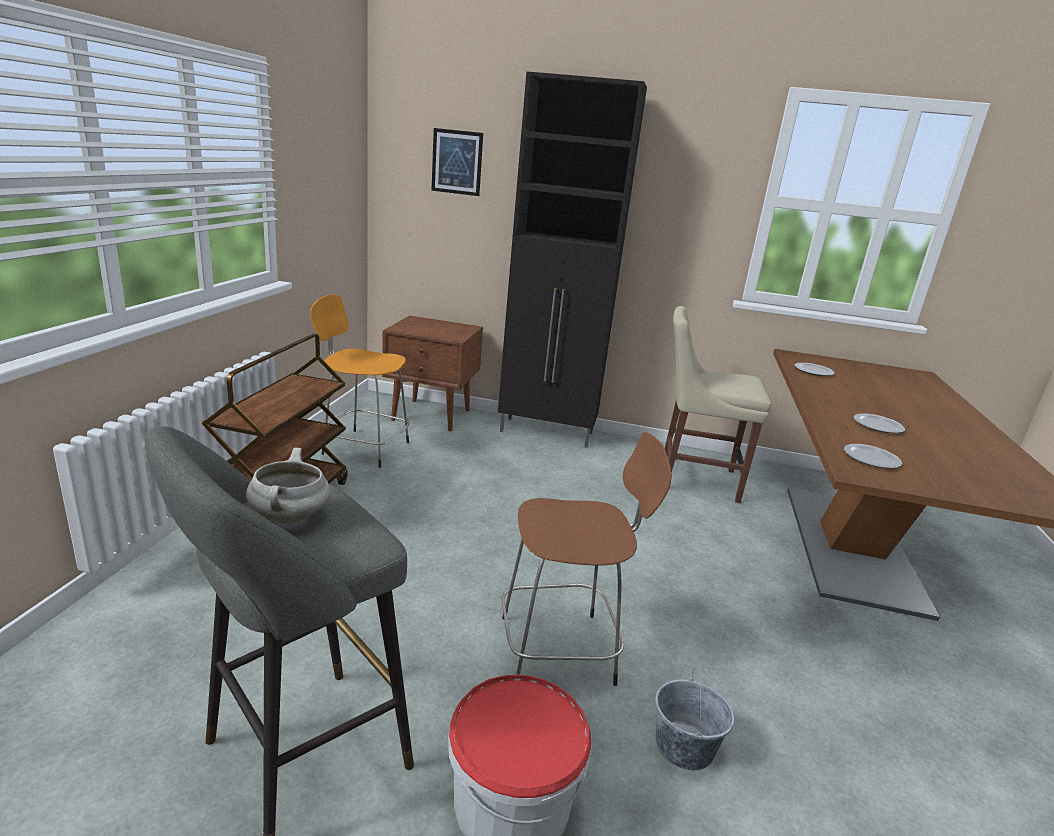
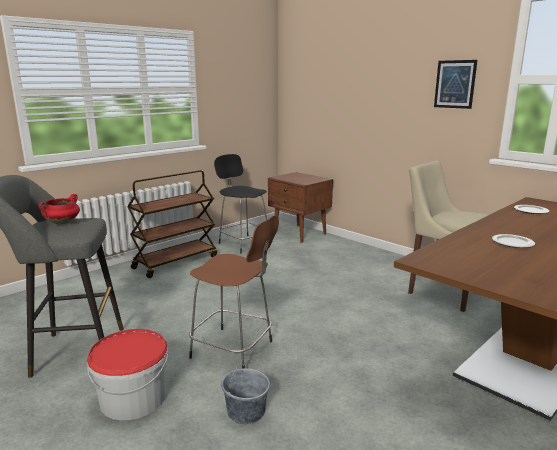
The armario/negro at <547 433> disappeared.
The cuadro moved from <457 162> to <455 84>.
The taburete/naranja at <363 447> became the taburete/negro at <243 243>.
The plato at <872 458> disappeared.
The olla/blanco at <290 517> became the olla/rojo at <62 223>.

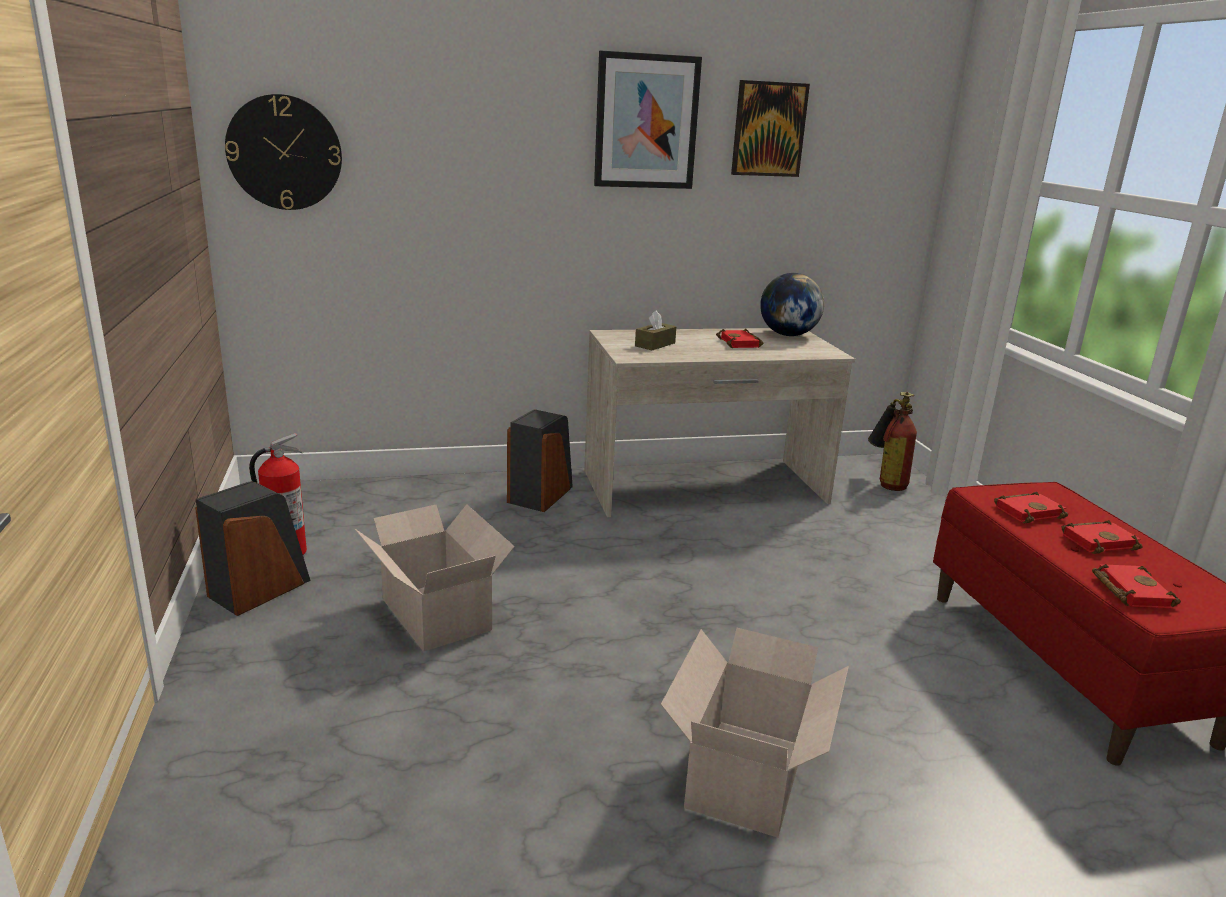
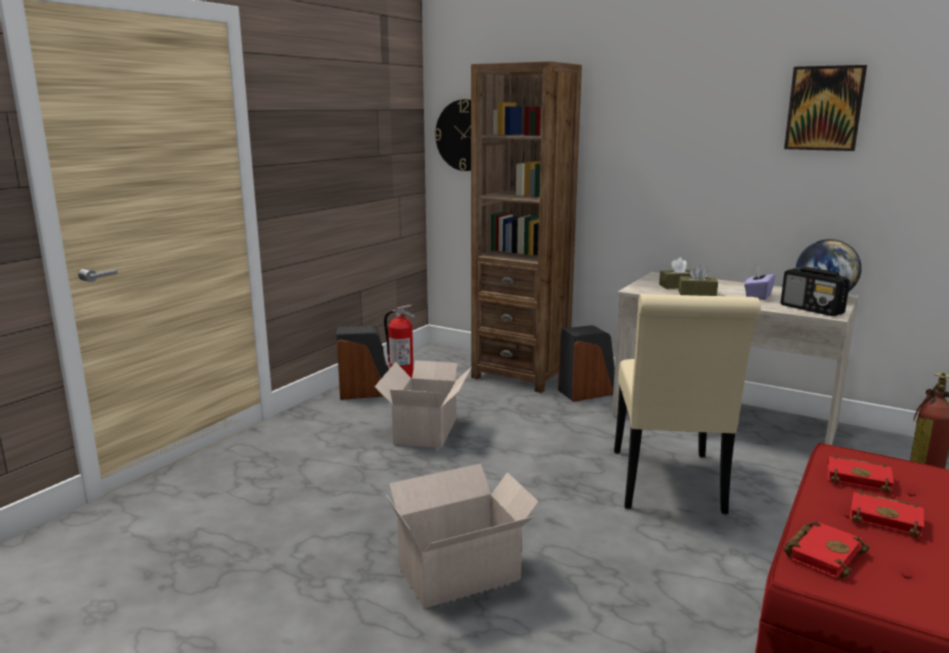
The cuadro at <646 122> disappeared.
The libro/rojo at <741 343> was replaced by the caja de pañuelos/morado at <758 296>.
The estantería/marrón at <521 375> appeared.
The caja de pañuelos/marrón at <697 293> appeared.
The radio at <812 309> appeared.
The silla/beis at <668 486> appeared.

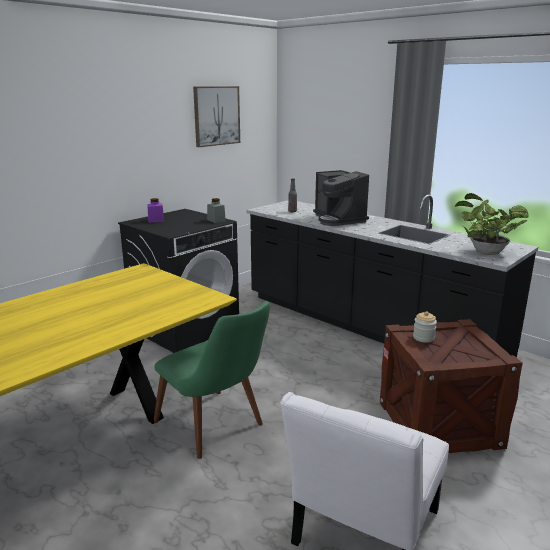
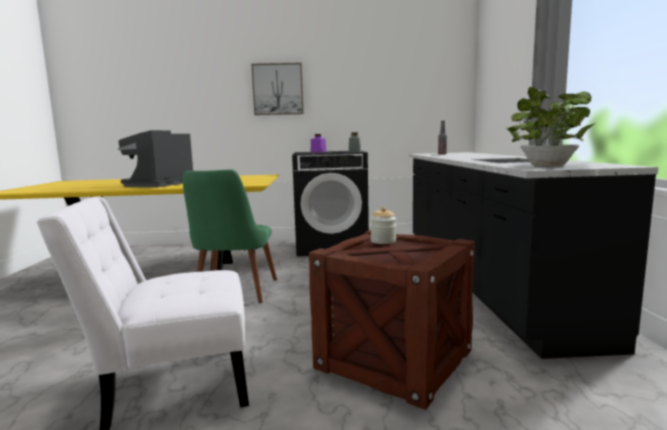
The cuadro moved from <216 116> to <278 89>.
The cafetera moved from <338 219> to <159 185>.

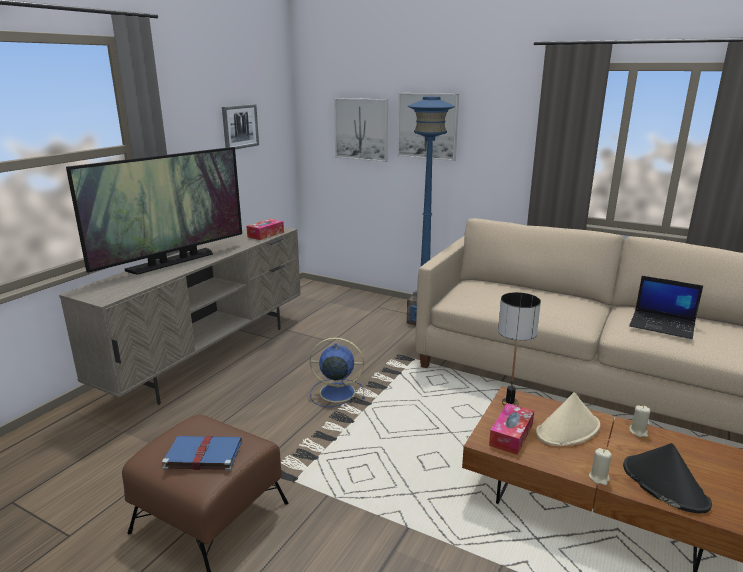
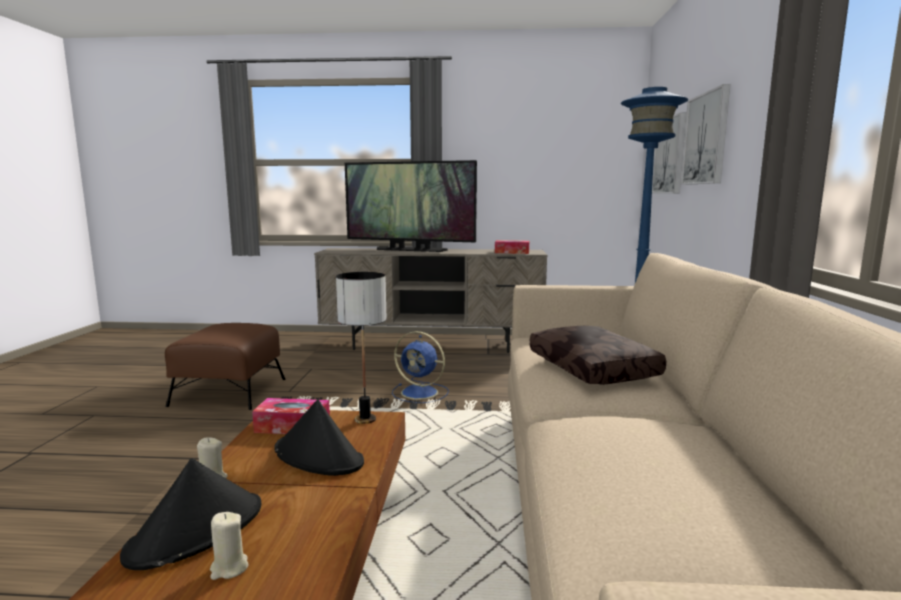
The cuadro at <240 126> disappeared.
The portátil at <663 325> disappeared.
The ventilador/azul at <335 392> turned 135 degrees clockwise.
The sombrero/beis at <568 430> became the sombrero/negro at <319 456>.
The vela/beis moved from <638 432> to <229 568>.
The libro/azul at <202 455> disappeared.
The cojín/marrón at <594 368> appeared.

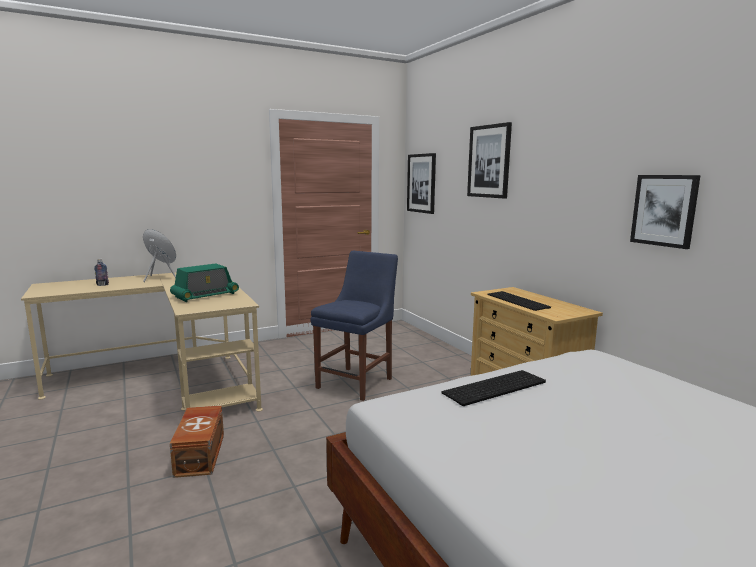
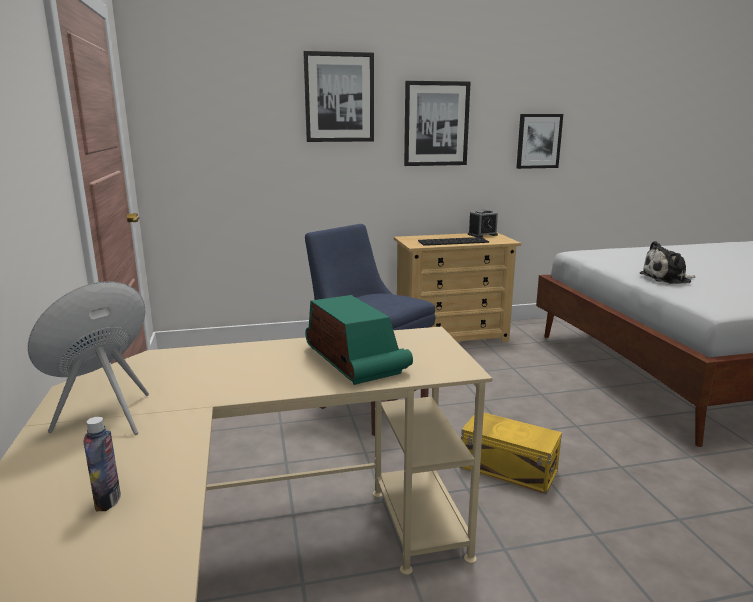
The cuadro moved from <421 183> to <436 124>.
The teclado at <495 388> was replaced by the peluche at <668 279>.
The caja de almacenaje/marrón at <201 454> disappeared.
The despertador at <482 235> appeared.
The caja de almacenaje/amarillo at <507 468> appeared.

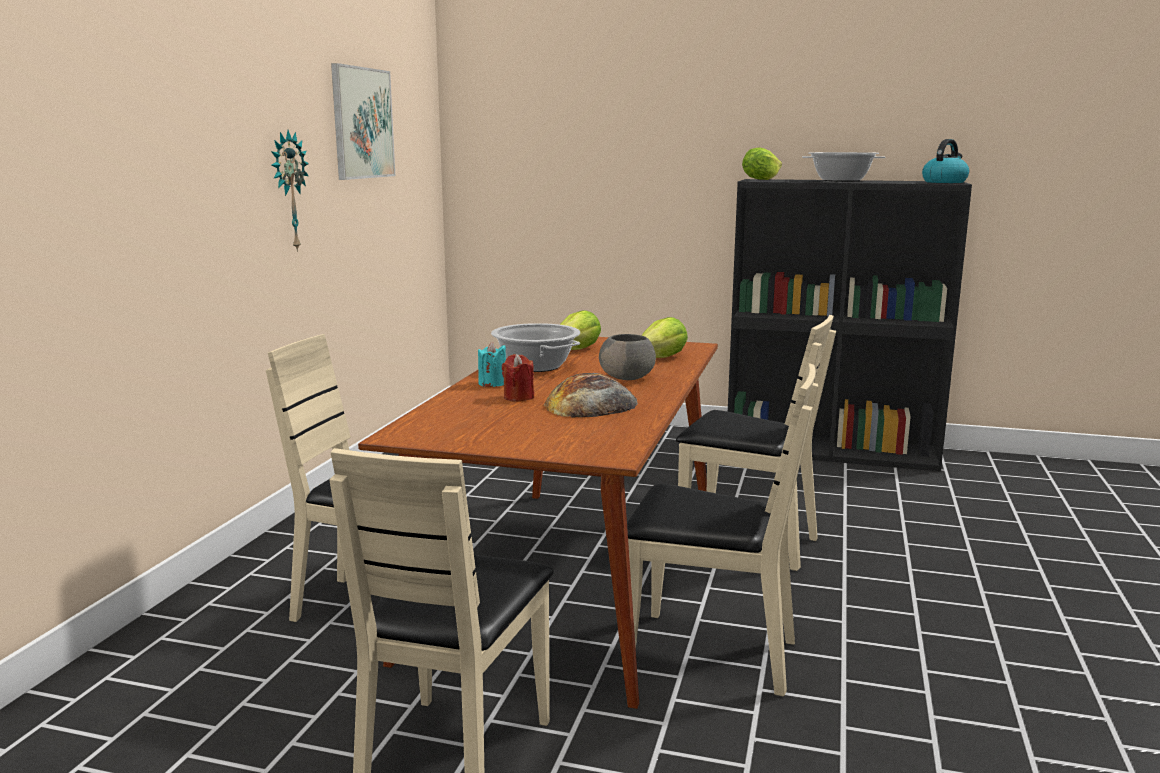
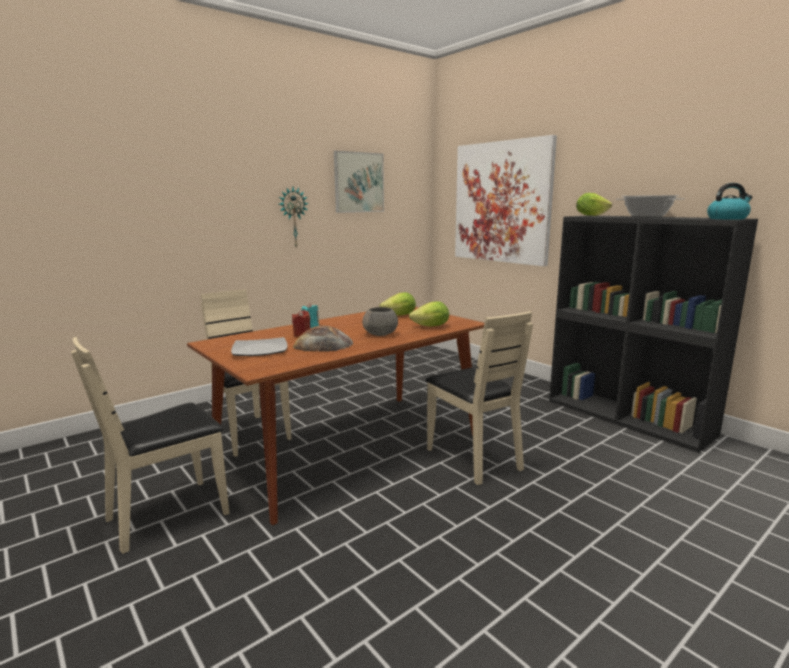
The olla at <535 366> disappeared.
The silla/beis at <709 654> disappeared.
The cuadro at <502 202> appeared.
The plato at <259 350> appeared.

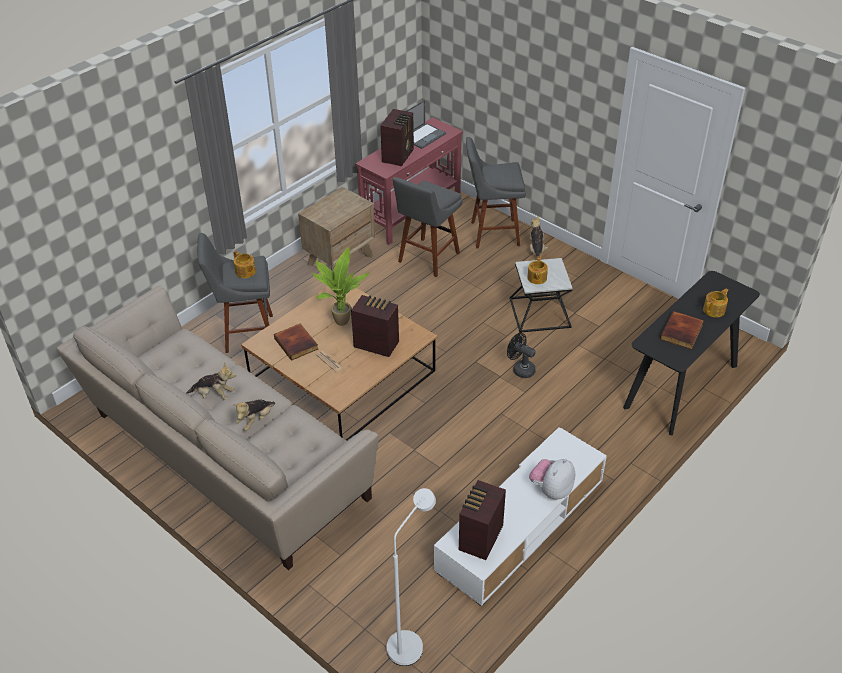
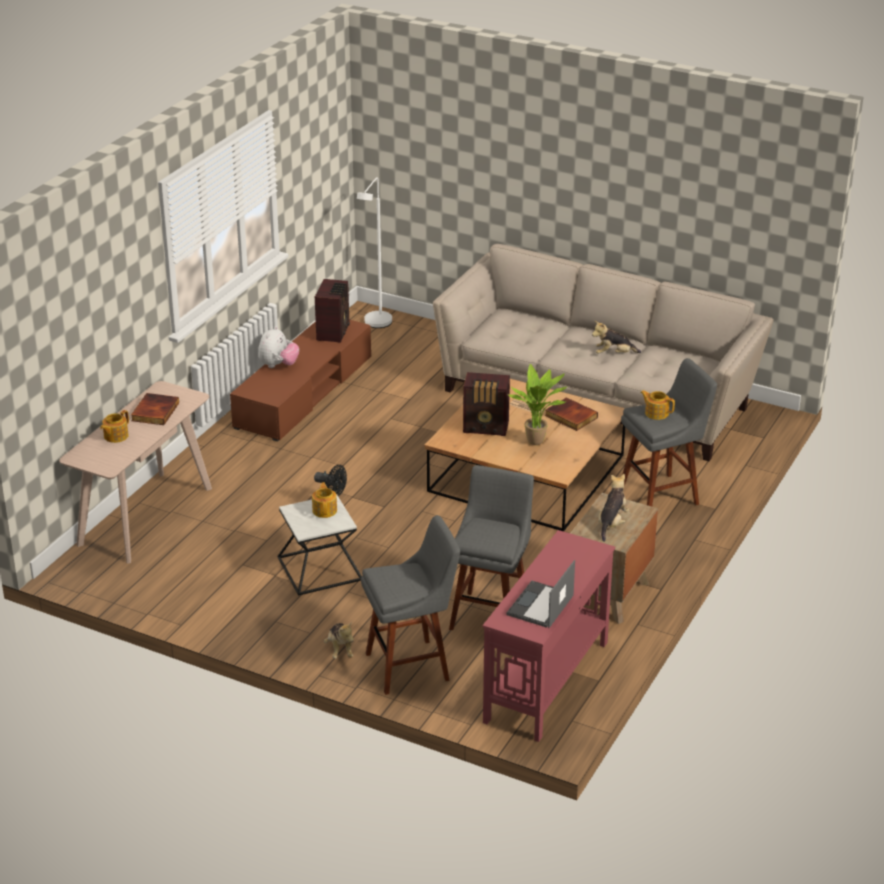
The radio at <399 155> disappeared.
The mesa consola/negro at <681 387> became the mesa consola/beis at <145 516>.
The peluche moved from <256 420> to <612 523>.
The mueble de televisión/blanco at <521 525> became the mueble de televisión/marrón at <304 392>.

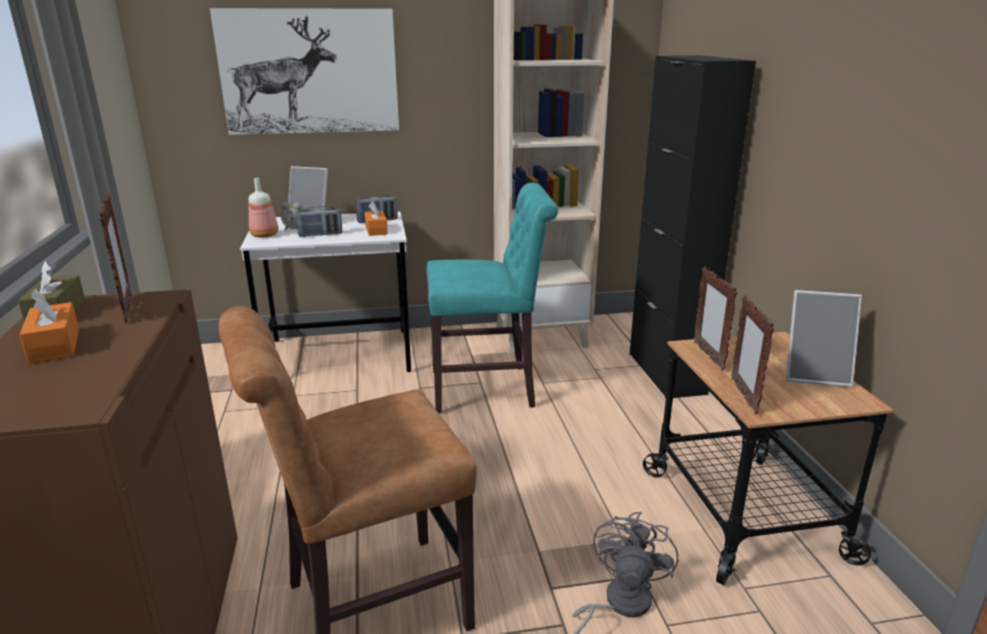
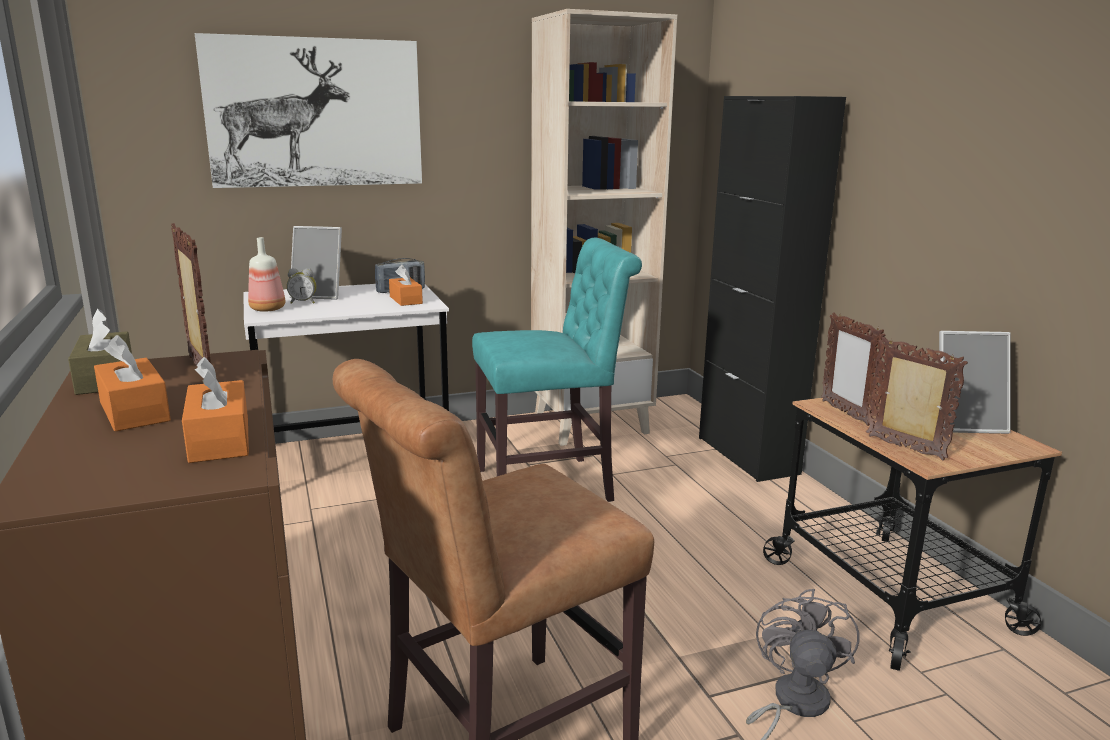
The radio at <320 235> disappeared.
The portarretratos at <744 396> turned 150 degrees clockwise.
The caja de pañuelos/naranja at <219 439> appeared.

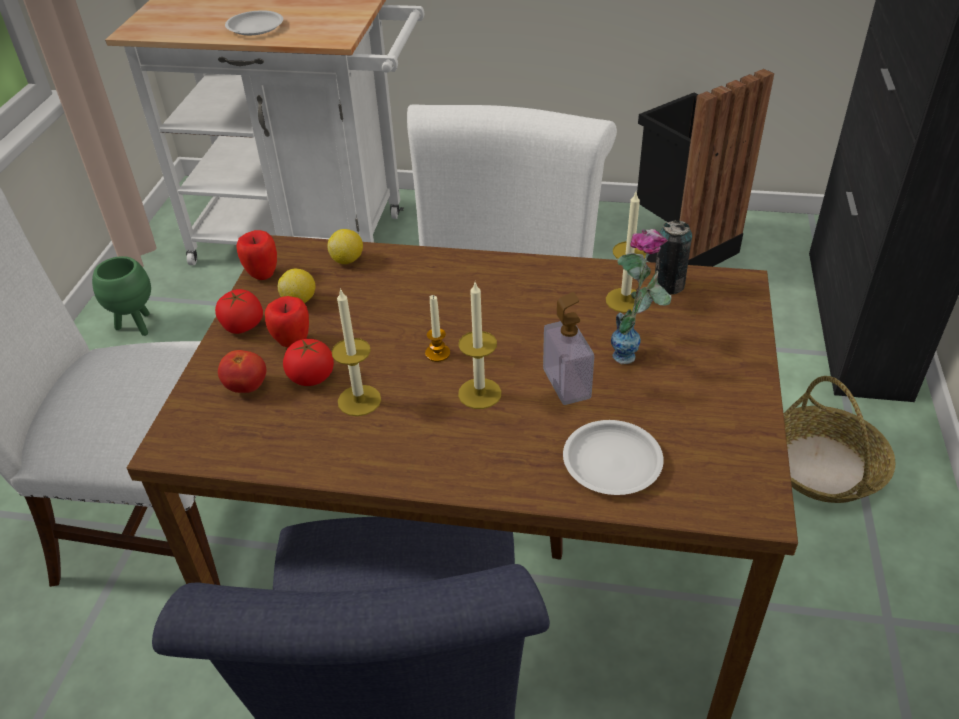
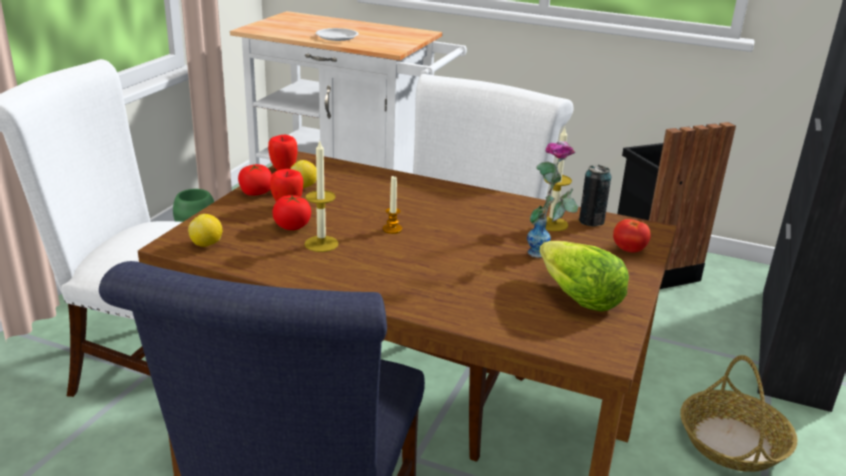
The limón moved from <347 260> to <207 244>.
The vela at <479 393> disappeared.
The dispensador de jabón at <566 384> disappeared.
The tomate moved from <246 387> to <629 250>.
The plato/blanco at <613 462> disappeared.
The lechuga at <577 297> appeared.

